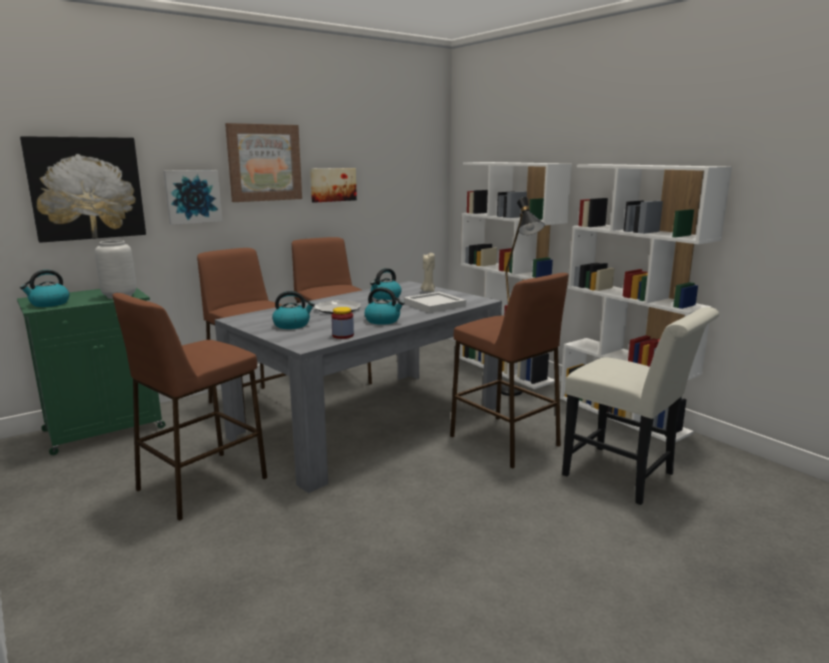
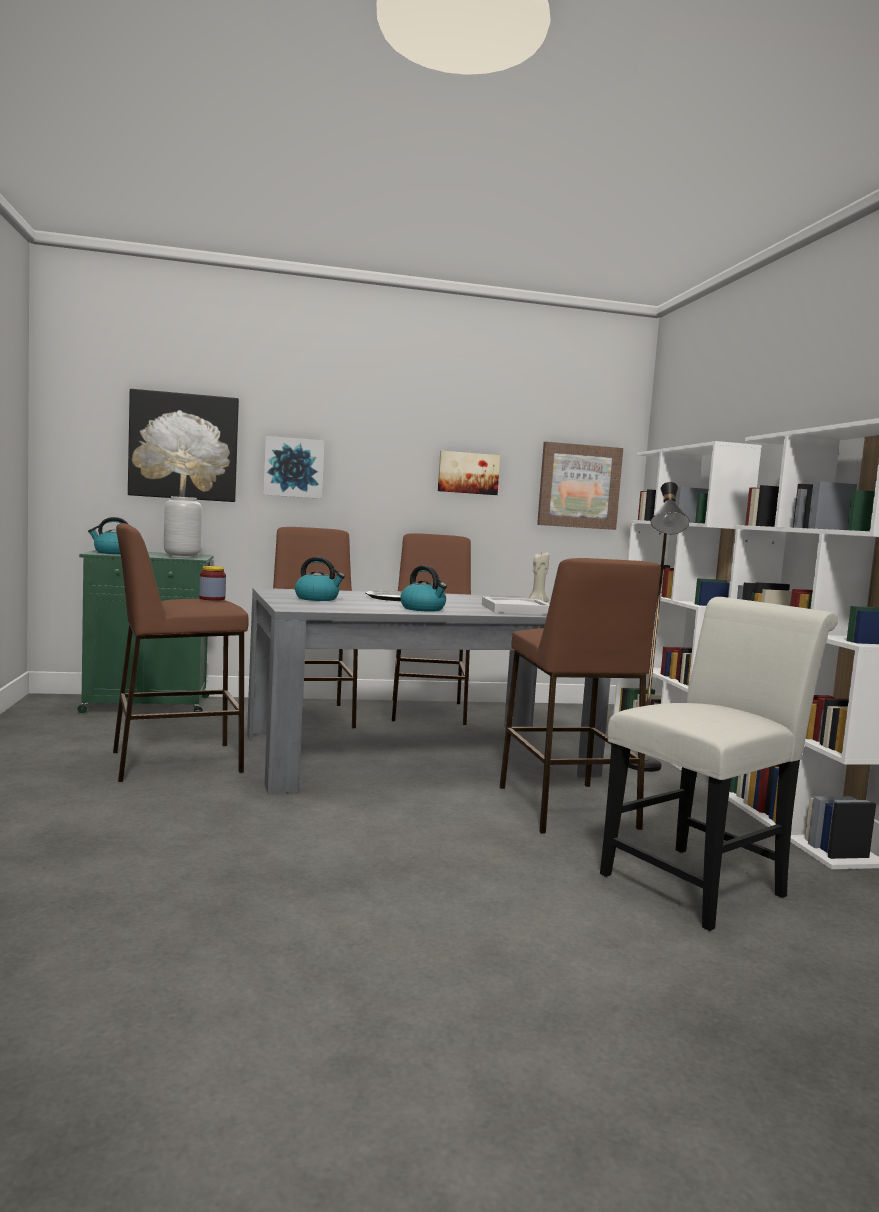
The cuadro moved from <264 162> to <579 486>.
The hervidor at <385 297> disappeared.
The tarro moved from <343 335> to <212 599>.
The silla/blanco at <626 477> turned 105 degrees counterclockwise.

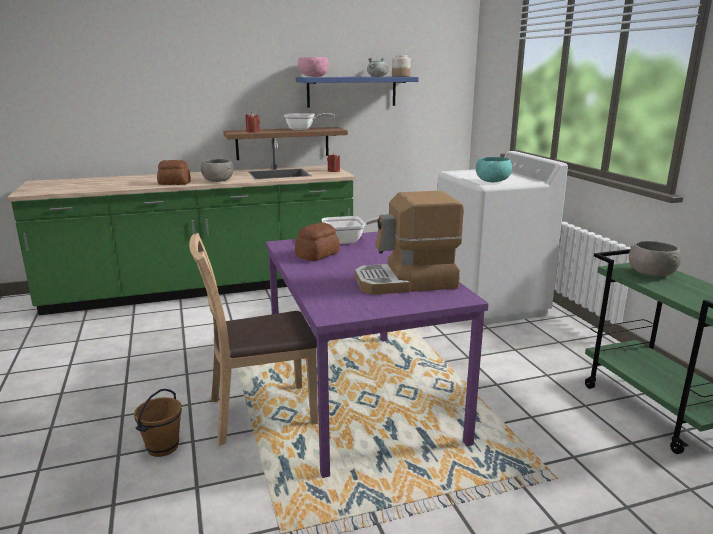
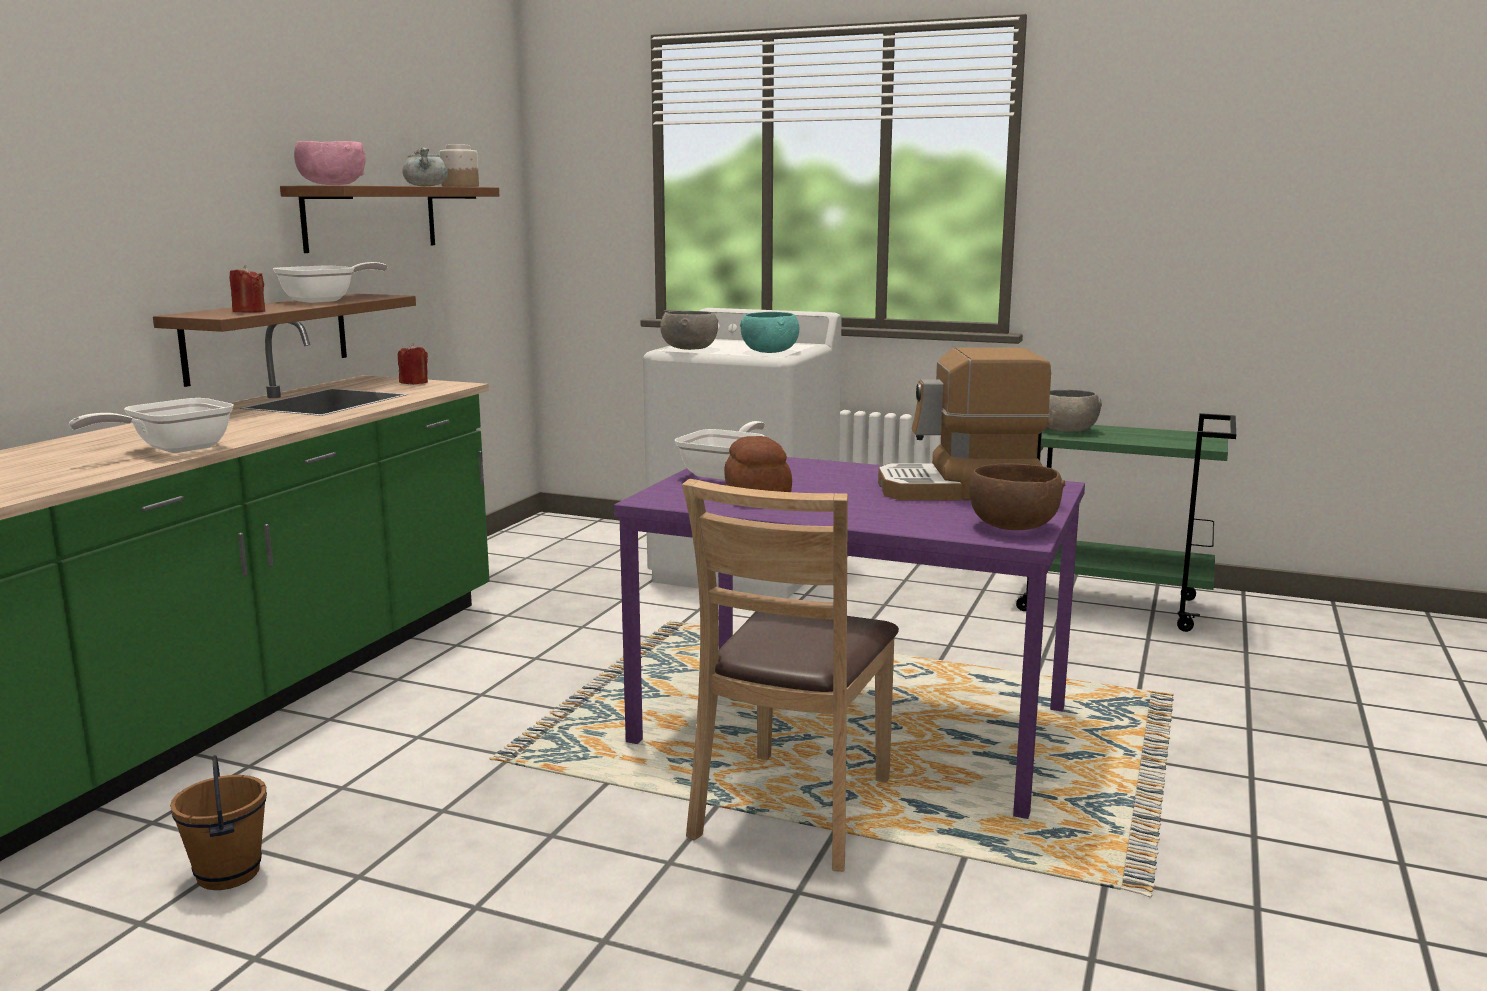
The estante/azul at <352 91> became the estante/marrón at <371 218>.
The cuenco/gris moved from <217 181> to <689 349>.
The pan at <174 183> was replaced by the sartén at <172 450>.
The cafetera at <406 282> turned 60 degrees clockwise.
The cubo/marrón moved from <162 447> to <227 874>.
The cuenco/marrón at <1013 527> appeared.

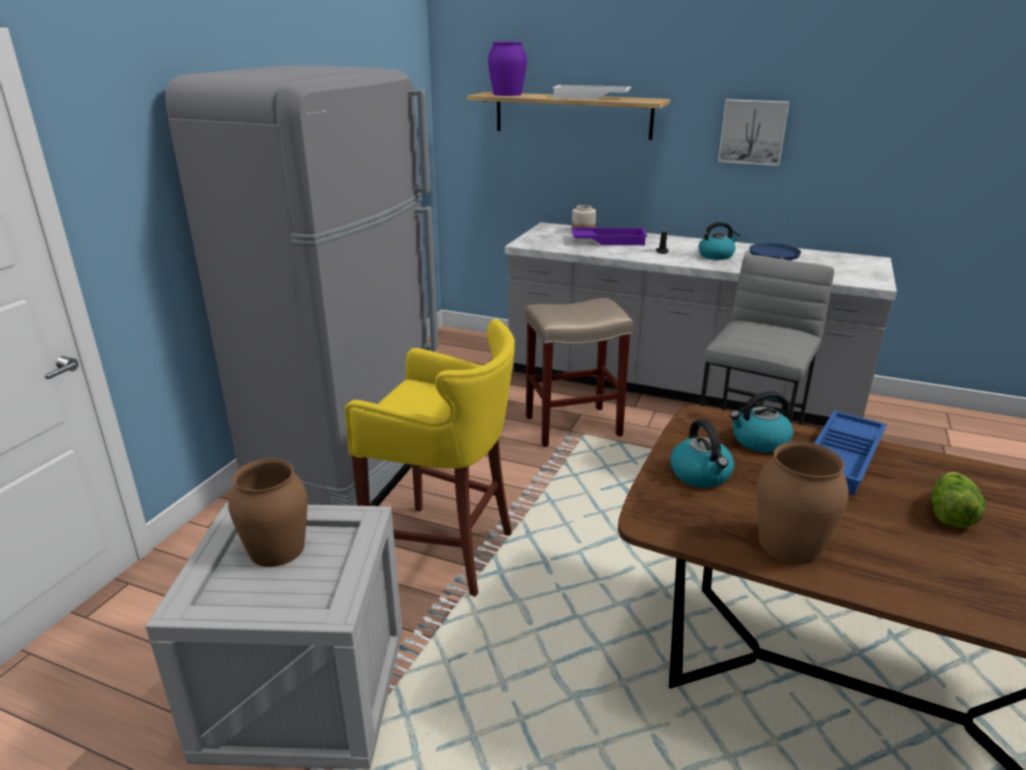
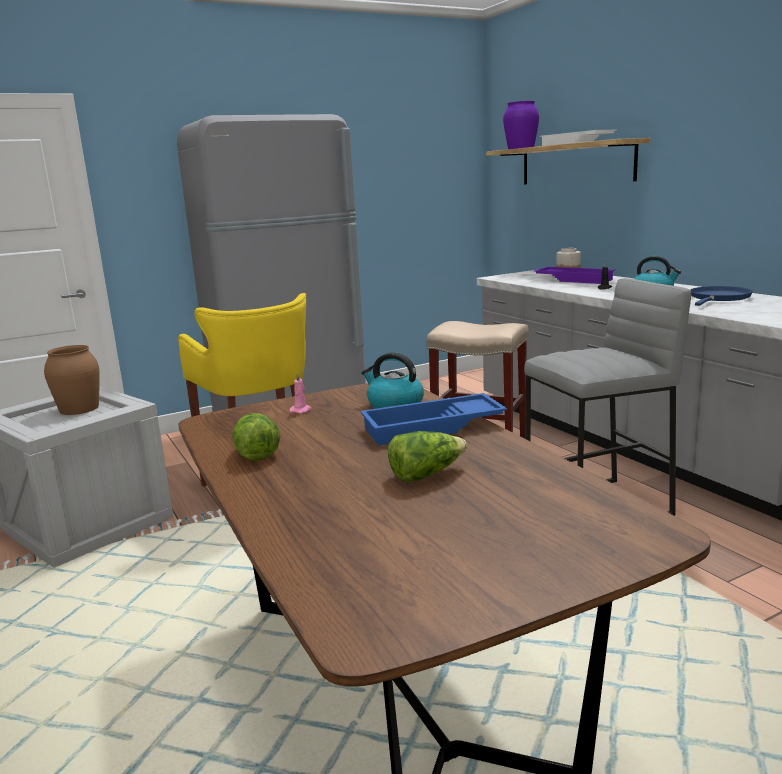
The cuadro at <753 132> disappeared.
The hervidor at <701 475> was replaced by the vela/rosa at <301 410>.
The florero/marrón at <790 544> was replaced by the lechuga at <256 452>.

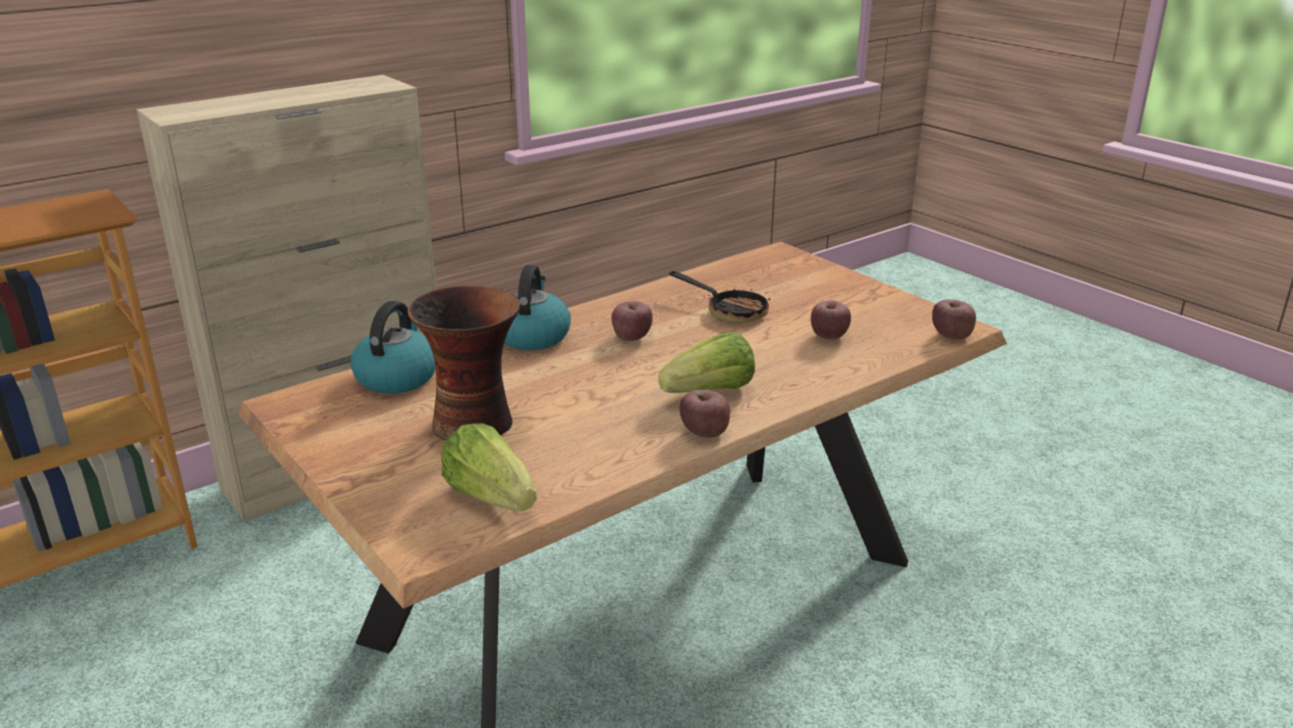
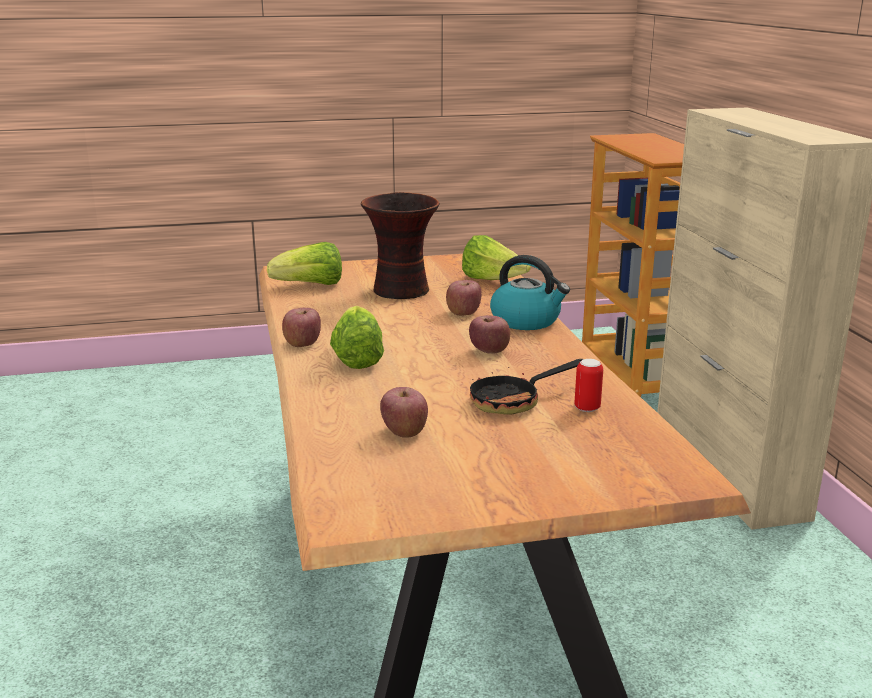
The manzana moved from <951 336> to <463 313>.
The hervidor at <397 377> was replaced by the lechuga at <492 281>.
The lata at <587 408> appeared.

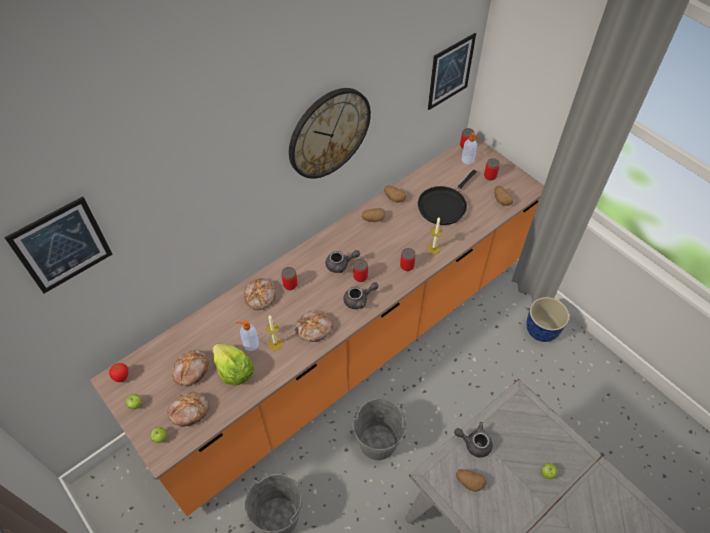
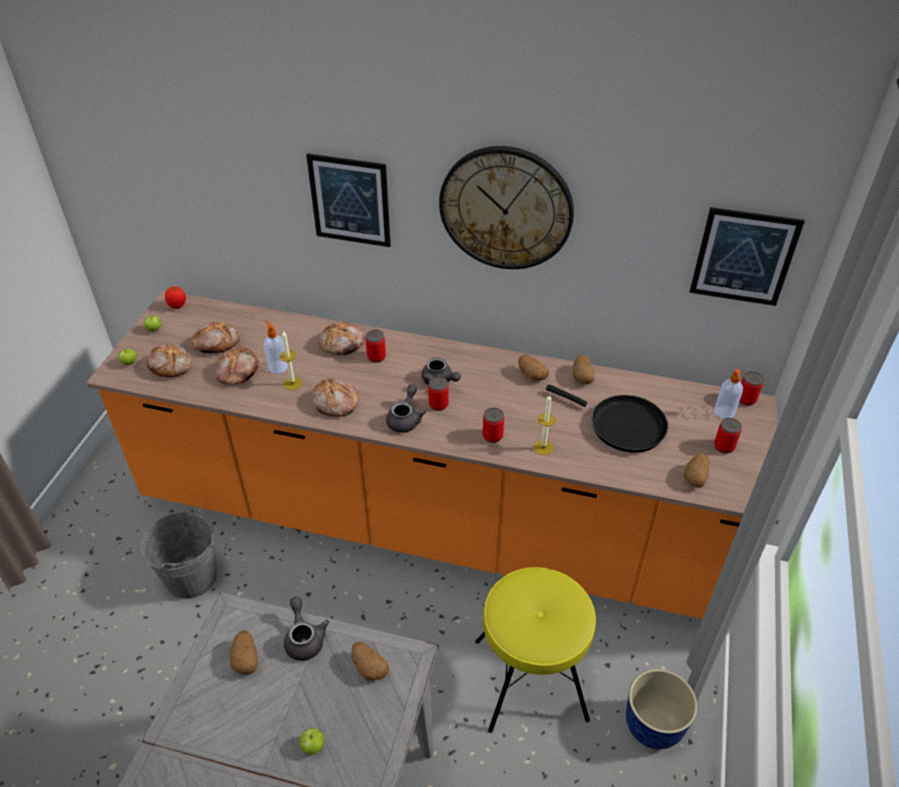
The sartén/negro at <444 205> turned 150 degrees counterclockwise.
The cuadro moved from <62 245> to <350 201>.
The tetera/gris at <359 300> turned 105 degrees counterclockwise.
The lechuga at <234 371> was replaced by the pan at <237 372>.
The cubo/gris at <378 442> disappeared.
The taburete/amarillo at <531 680> appeared.
The patata at <368 667> appeared.

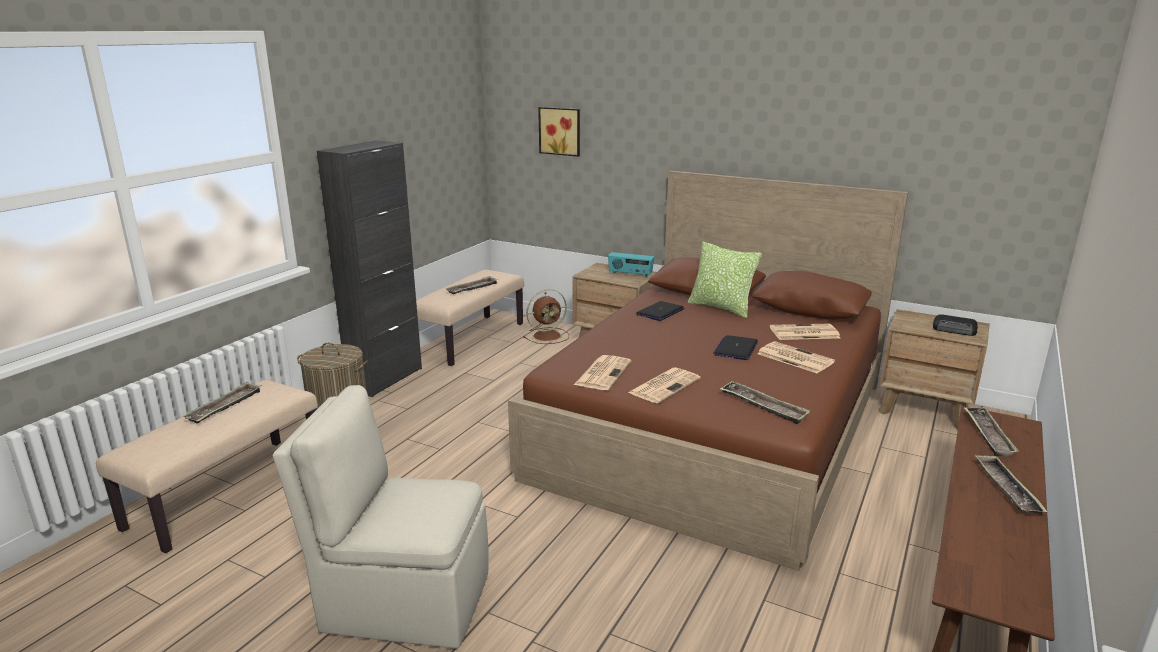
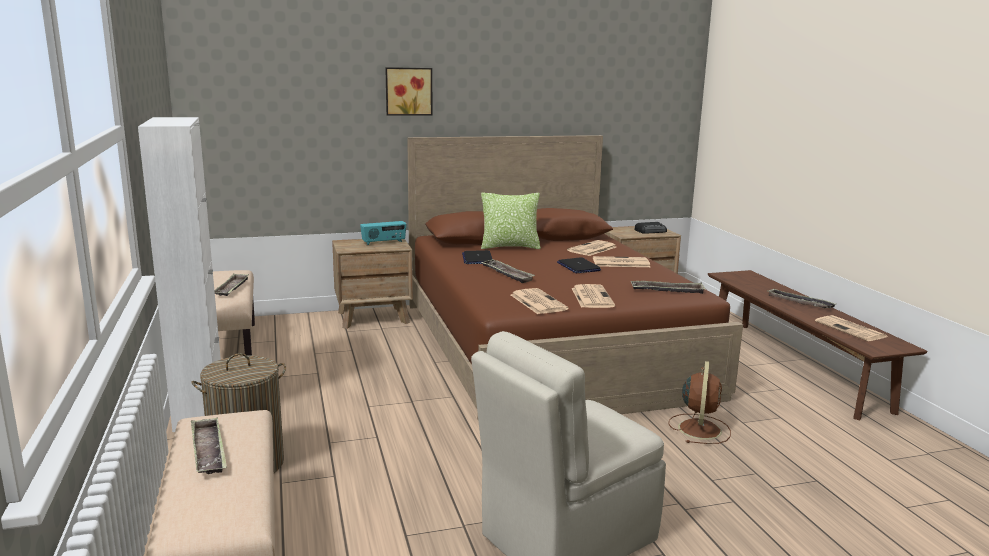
The cuadro moved from <560 131> to <408 91>.
The armario/negro at <385 379> became the armario/blanco at <199 409>.
The ventilador/marrón moved from <548 336> to <699 428>.
The bandeja moved from <988 435> to <507 274>.
The periódico at <851 329> appeared.

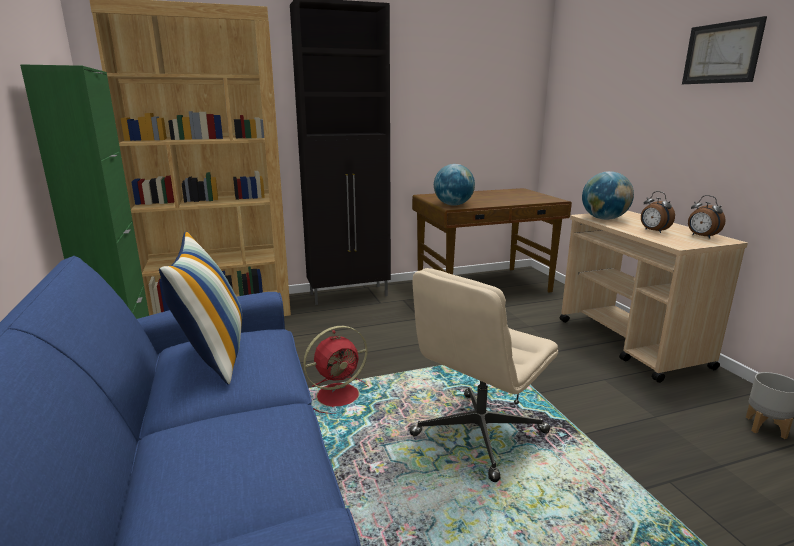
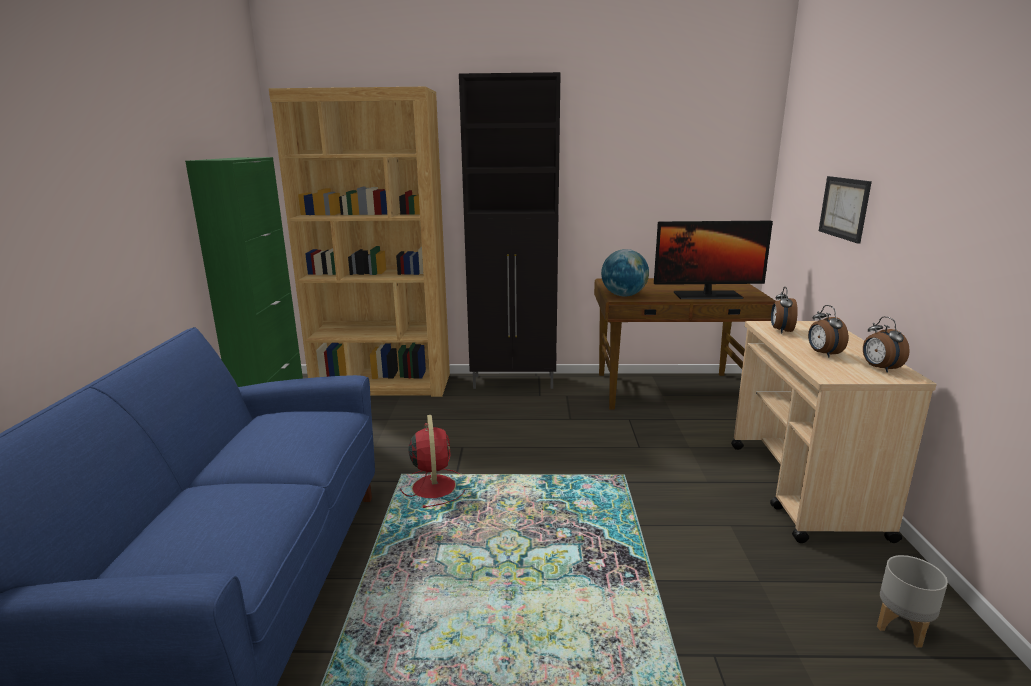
The cuadro moved from <721 53> to <844 208>.
The globo terráqueo at <604 219> was replaced by the despertador at <780 330>.
The cojín at <213 355> disappeared.
The silla de oficina/beis at <478 435> disappeared.
The ventilador/rojo at <340 395> turned 90 degrees counterclockwise.
The monitor at <707 295> appeared.

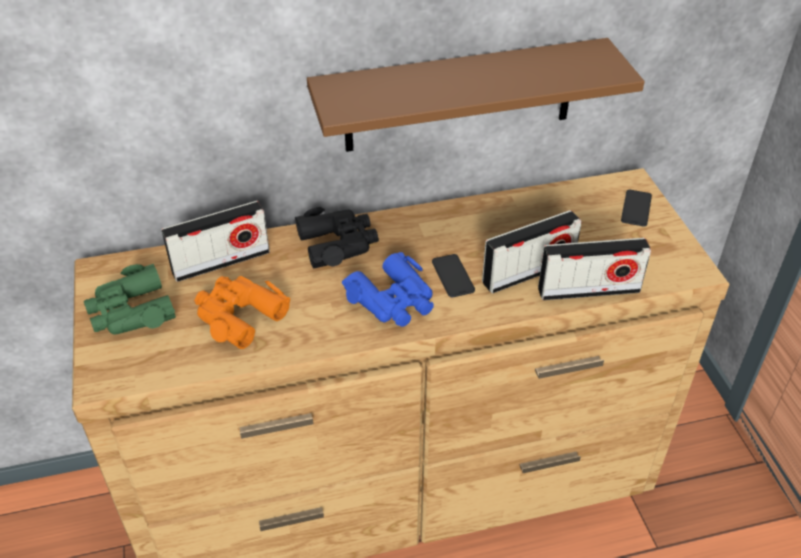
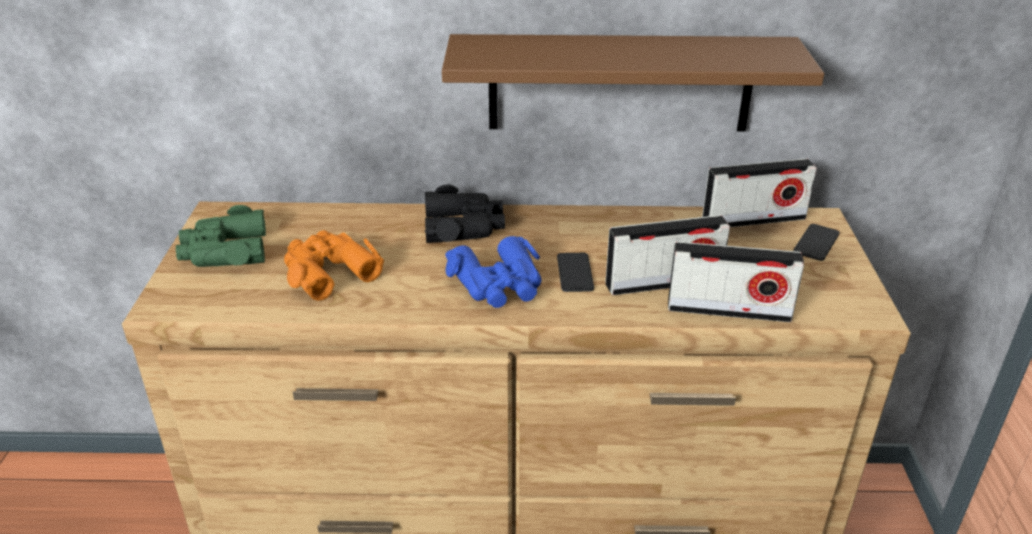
The radio moved from <221 261> to <753 219>.

